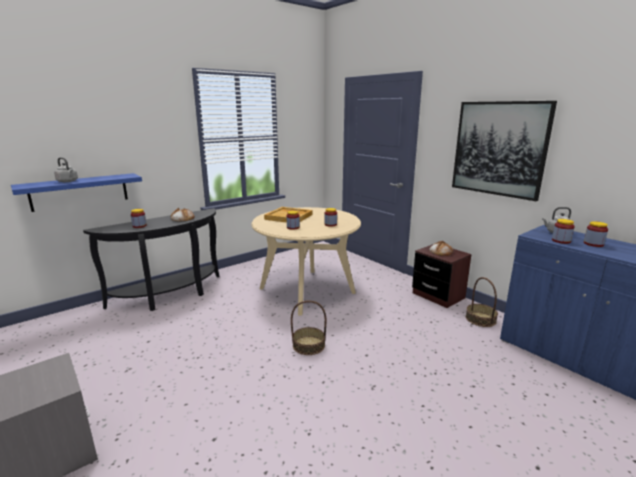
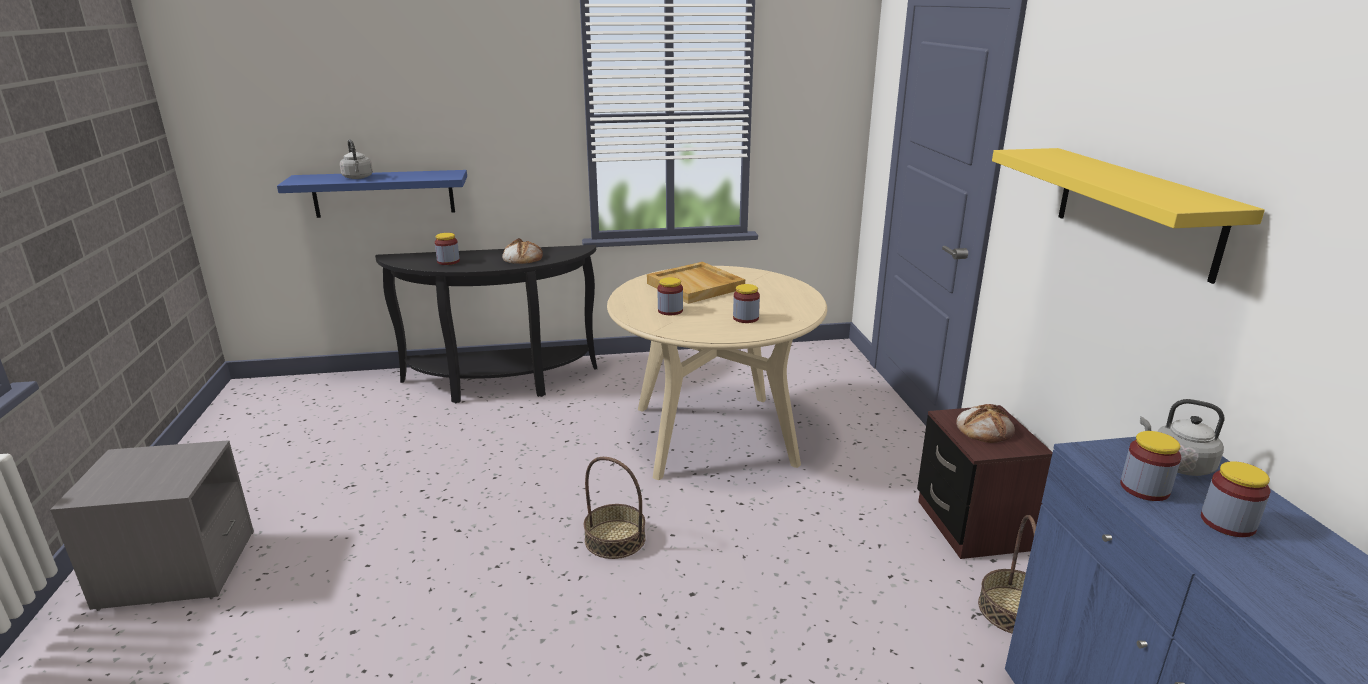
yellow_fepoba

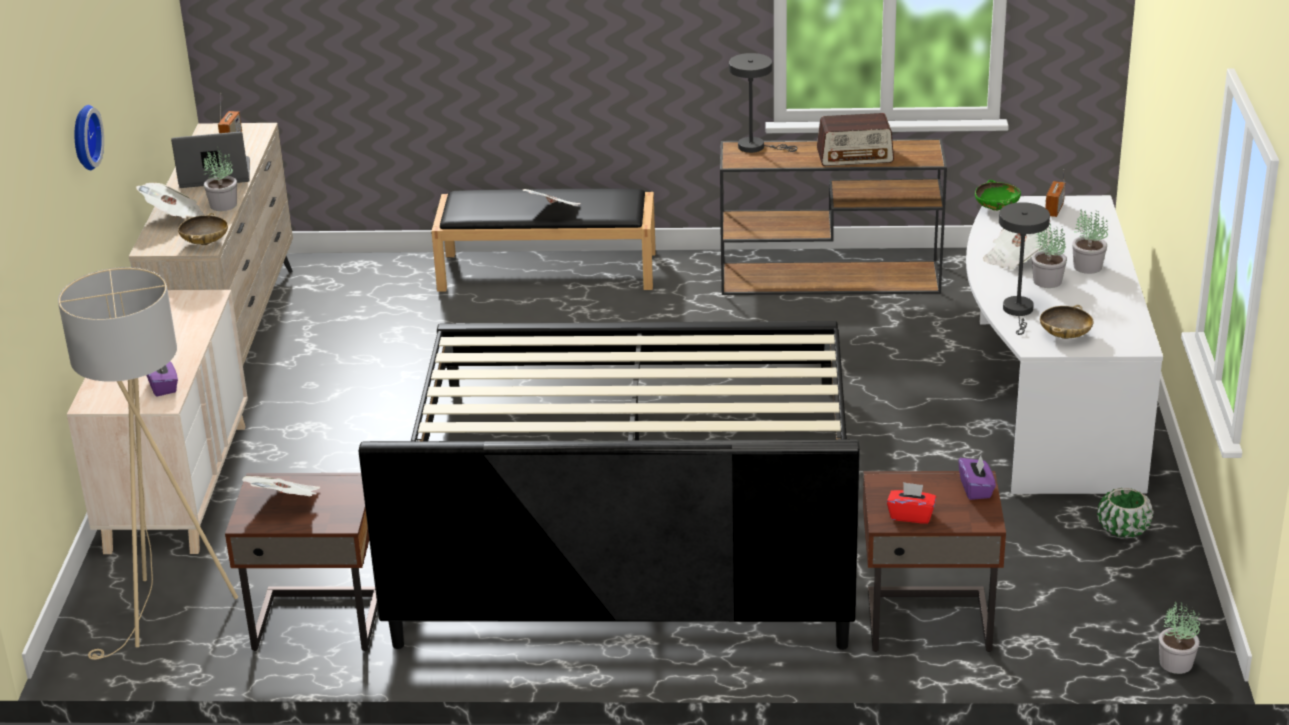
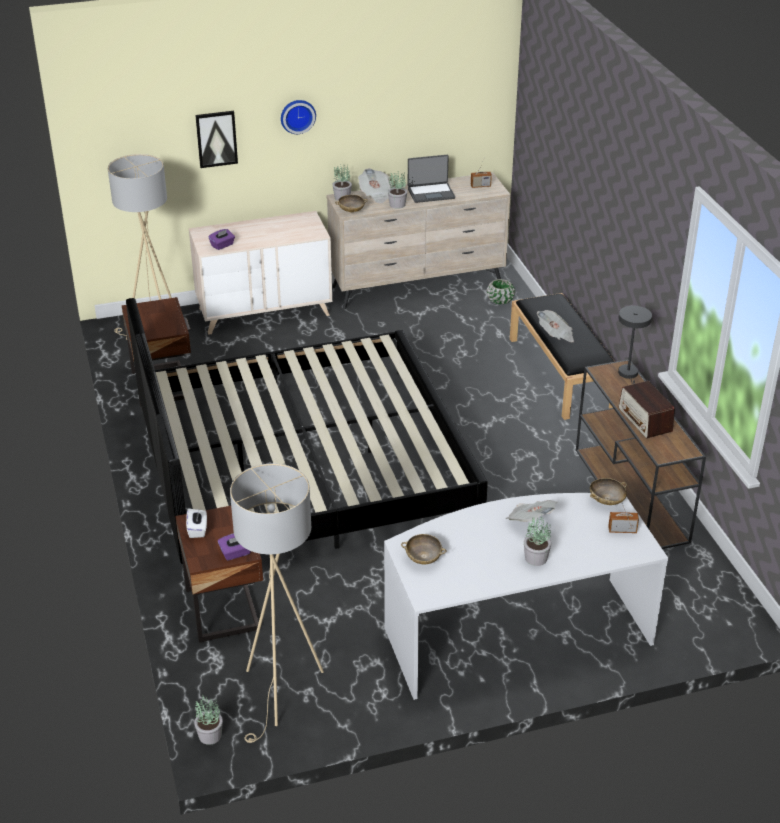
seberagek (2nd from left in the first image)
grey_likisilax (2nd from left in the first image)
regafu
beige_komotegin (2nd from left)
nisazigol (2nd from left)
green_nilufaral
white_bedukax
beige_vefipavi (3rd from left)
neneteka

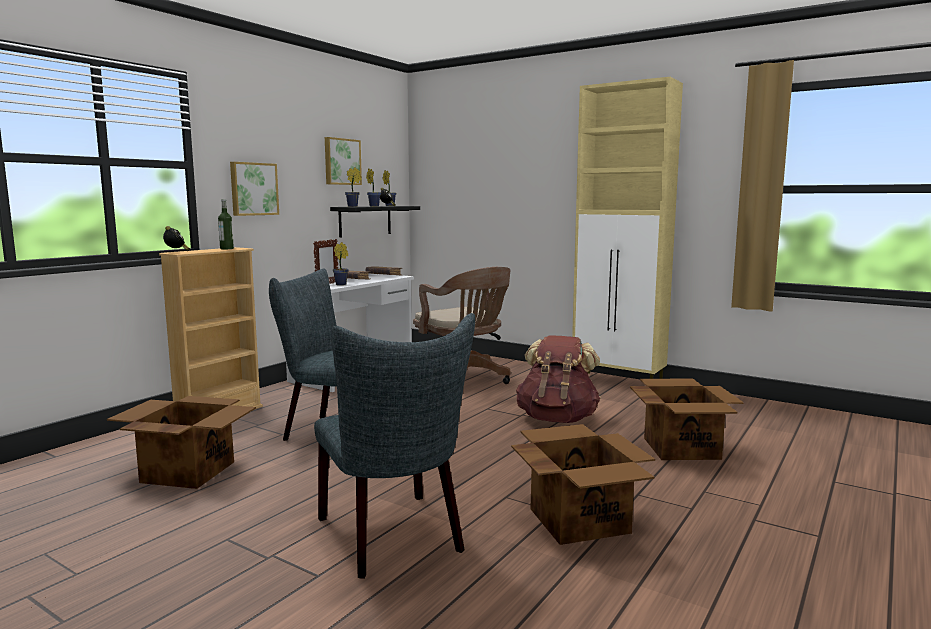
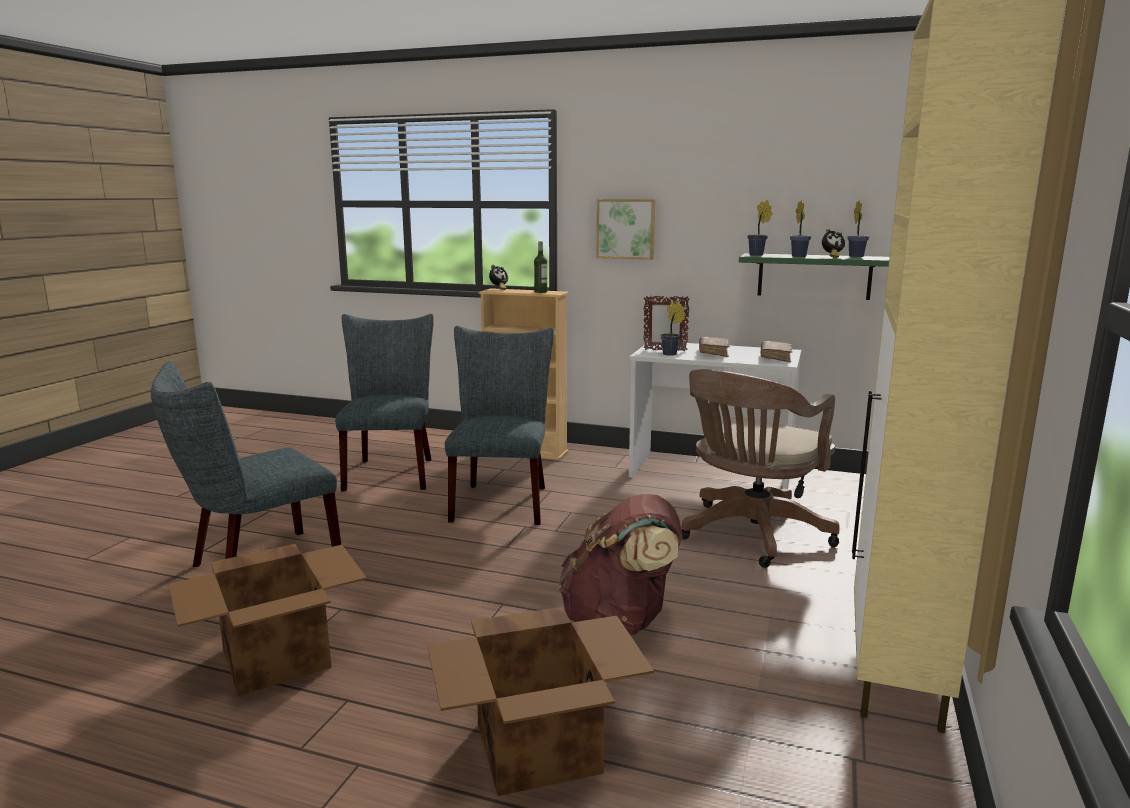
regafu (2nd from left in the first image)
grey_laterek (2nd from left)
green_fepoba

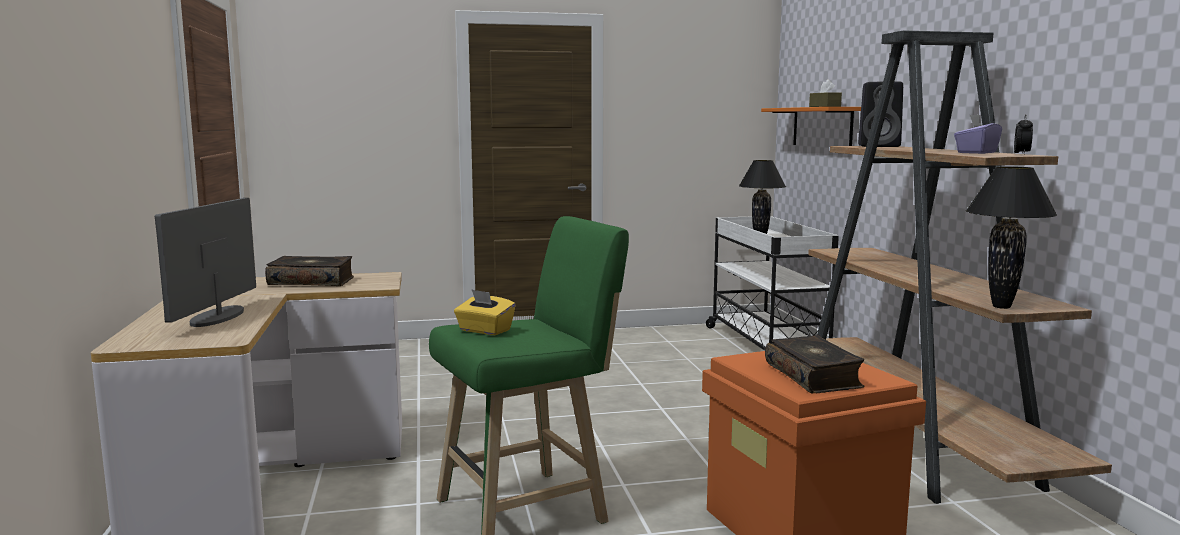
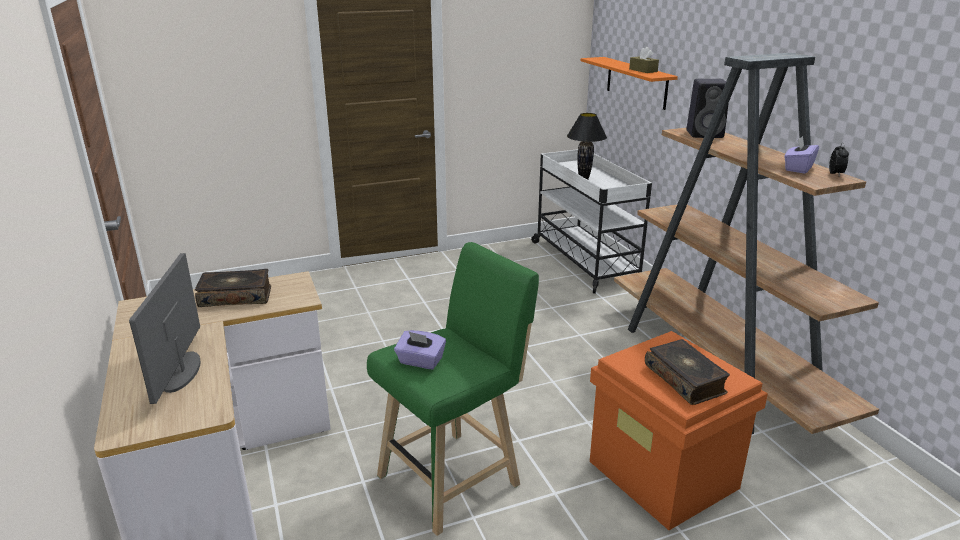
black_likisilax (2nd from left in the first image)
purple_bedukax (1st from left)

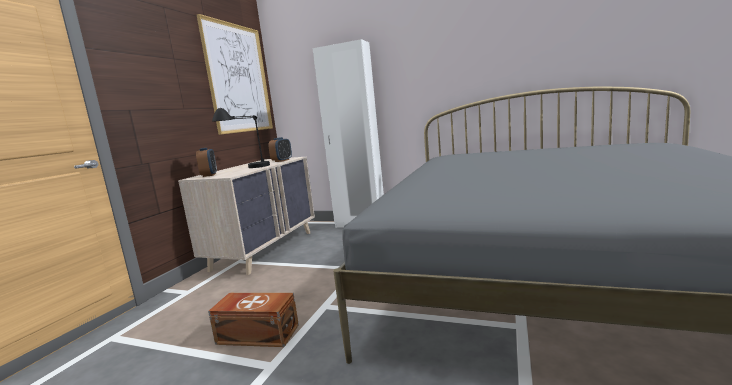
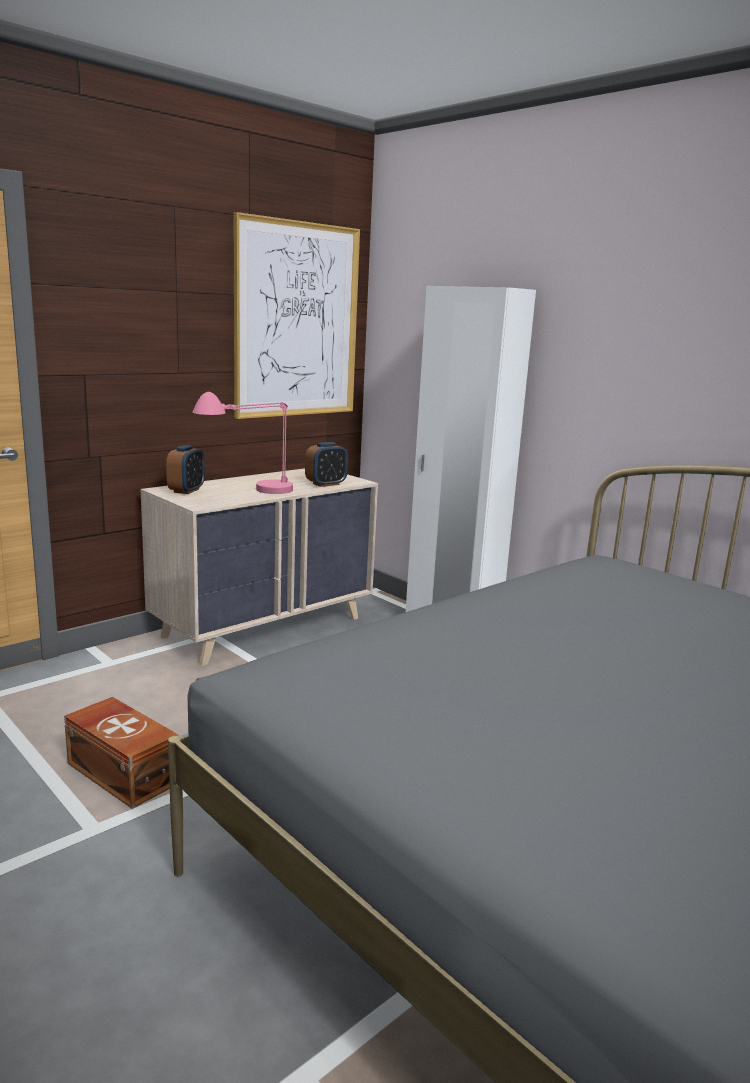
pink_likisilax

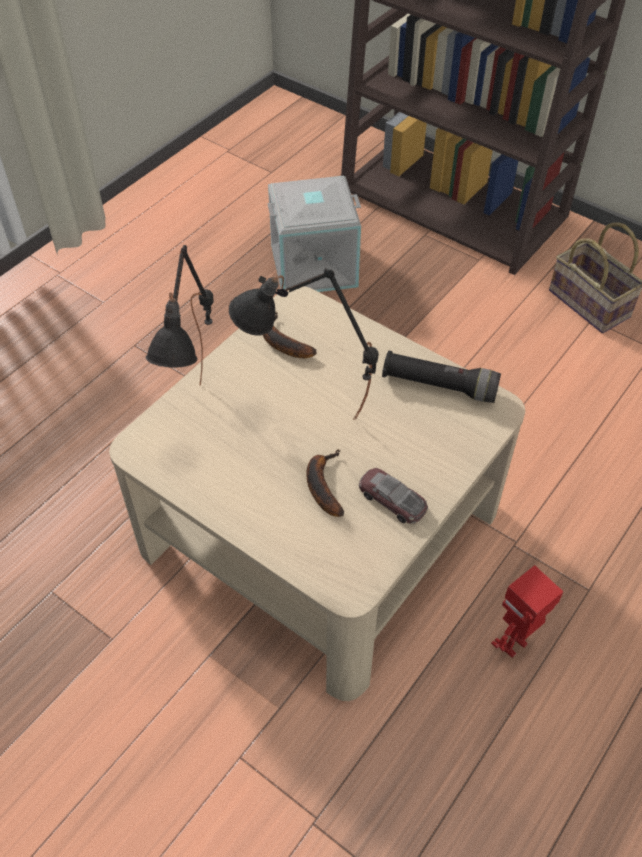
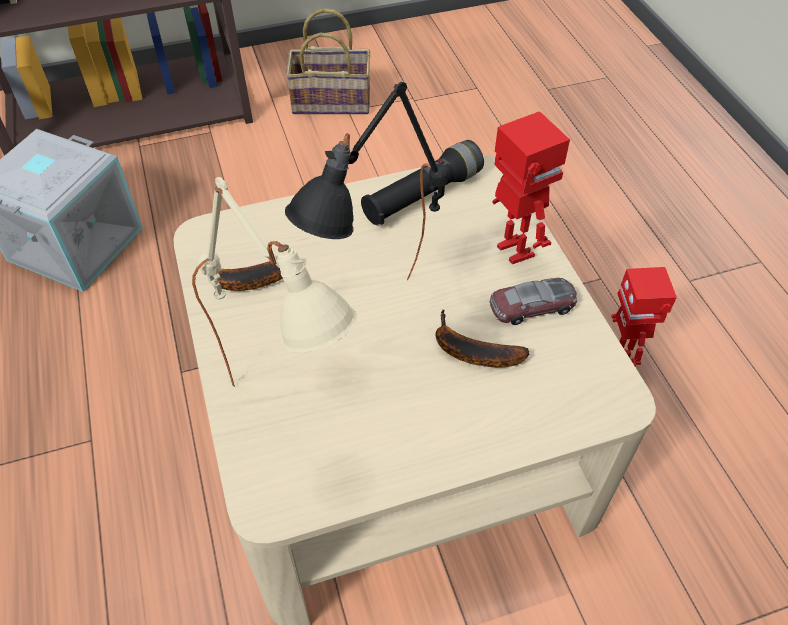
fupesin (1st from left)
beige_likisilax

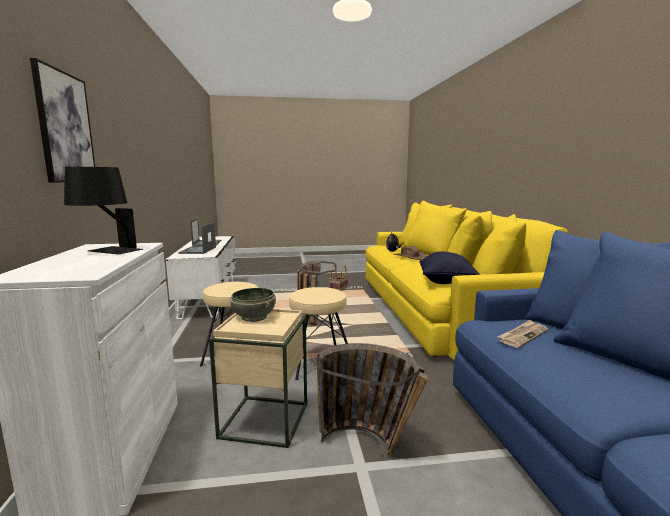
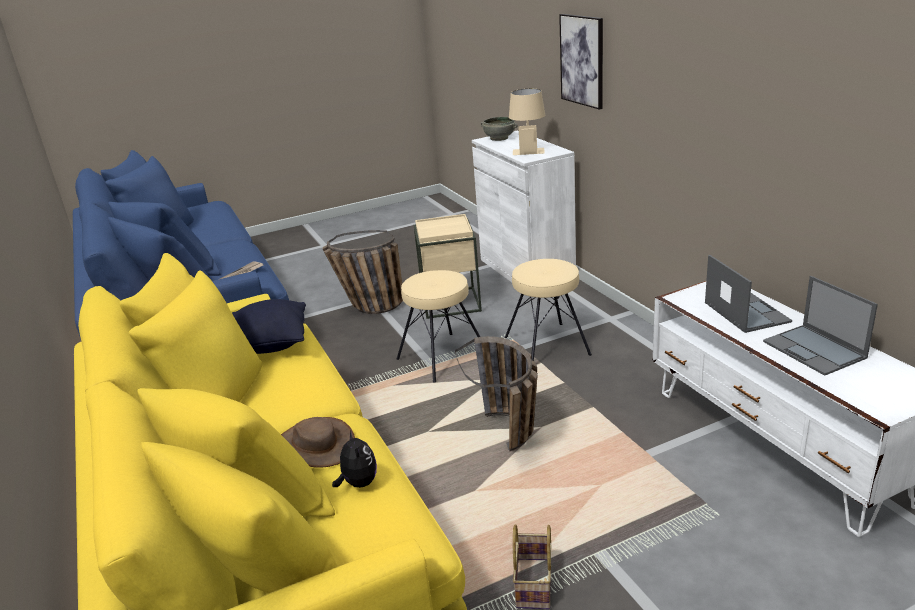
grey_vefipavi
beige_likisilax

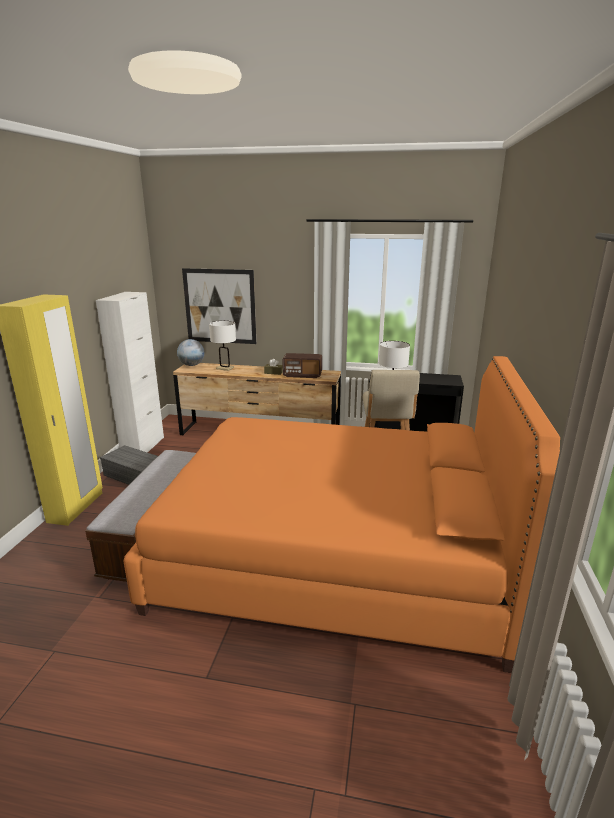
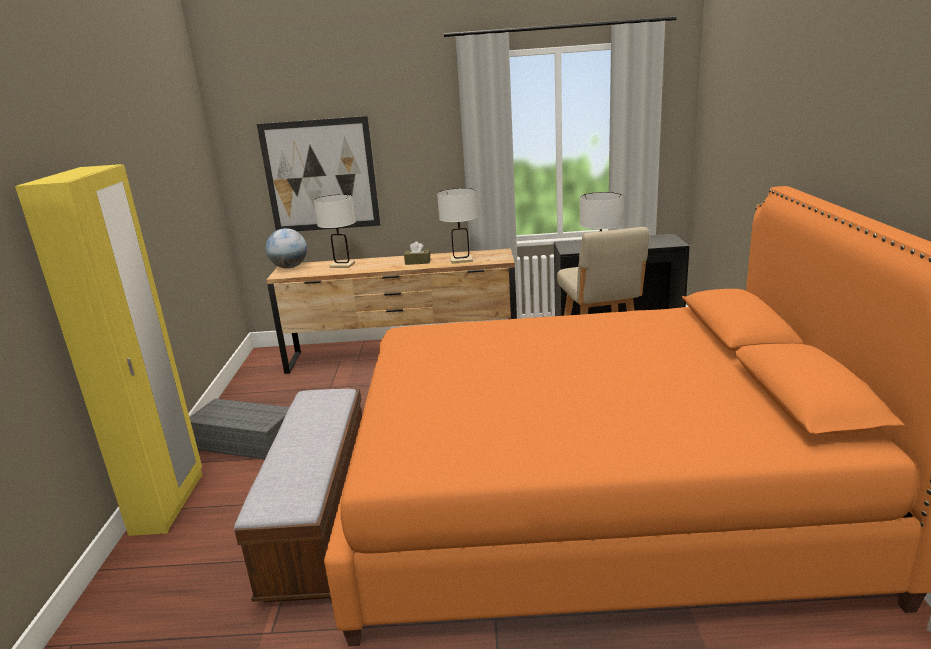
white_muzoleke
white_likisilax (2nd from left)

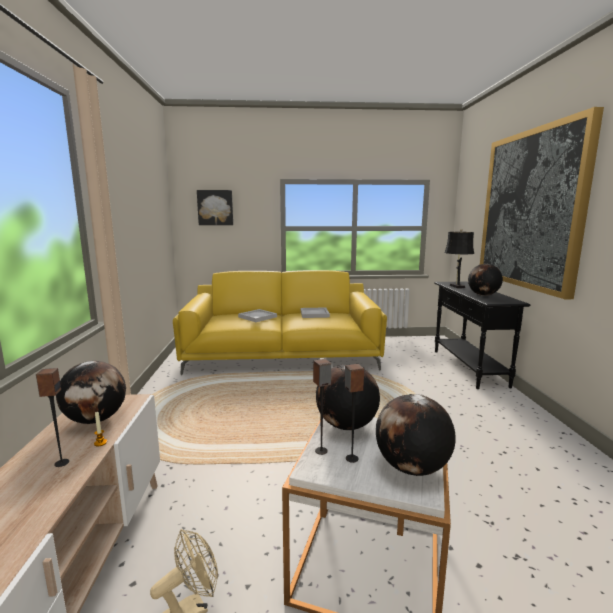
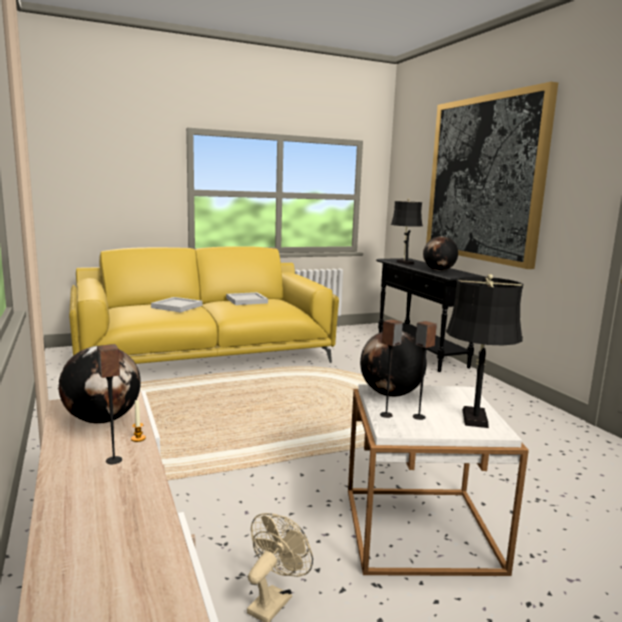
regafu (1st from left in the first image)
black_likisilax (2nd from left)

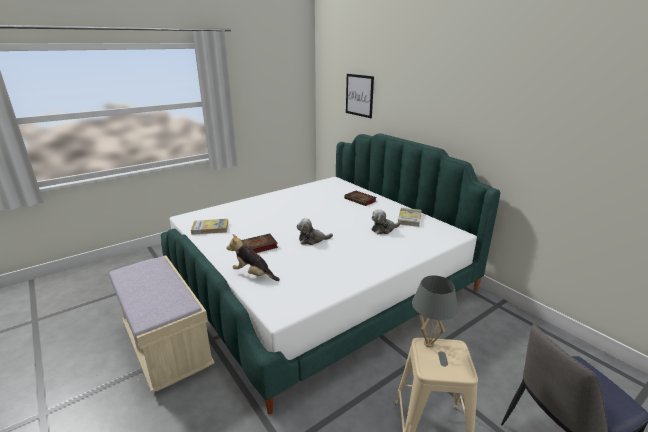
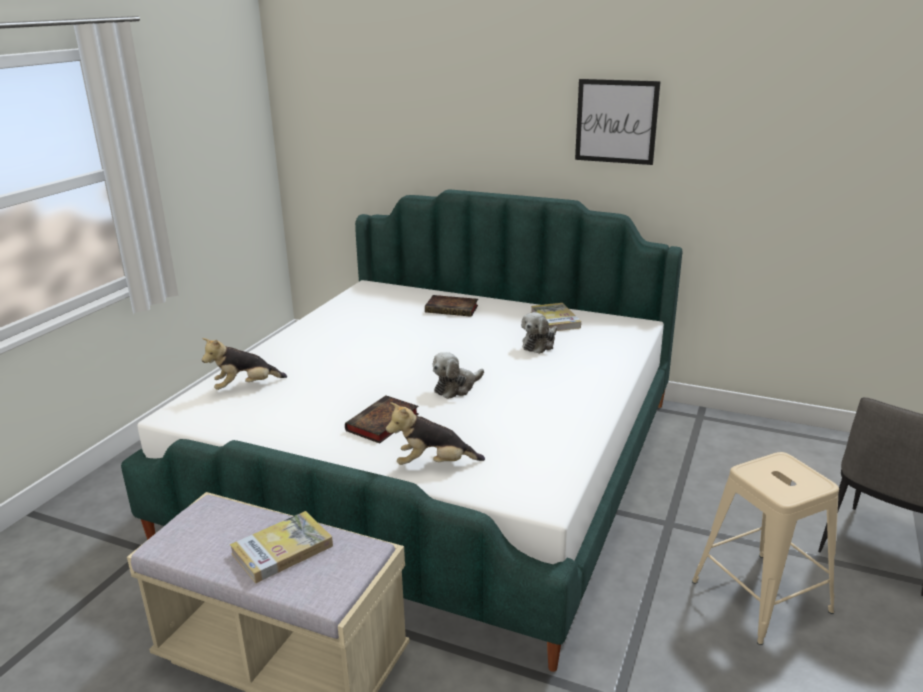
grey_likisilax
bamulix (1st from left)
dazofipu (1st from left)
regafu

